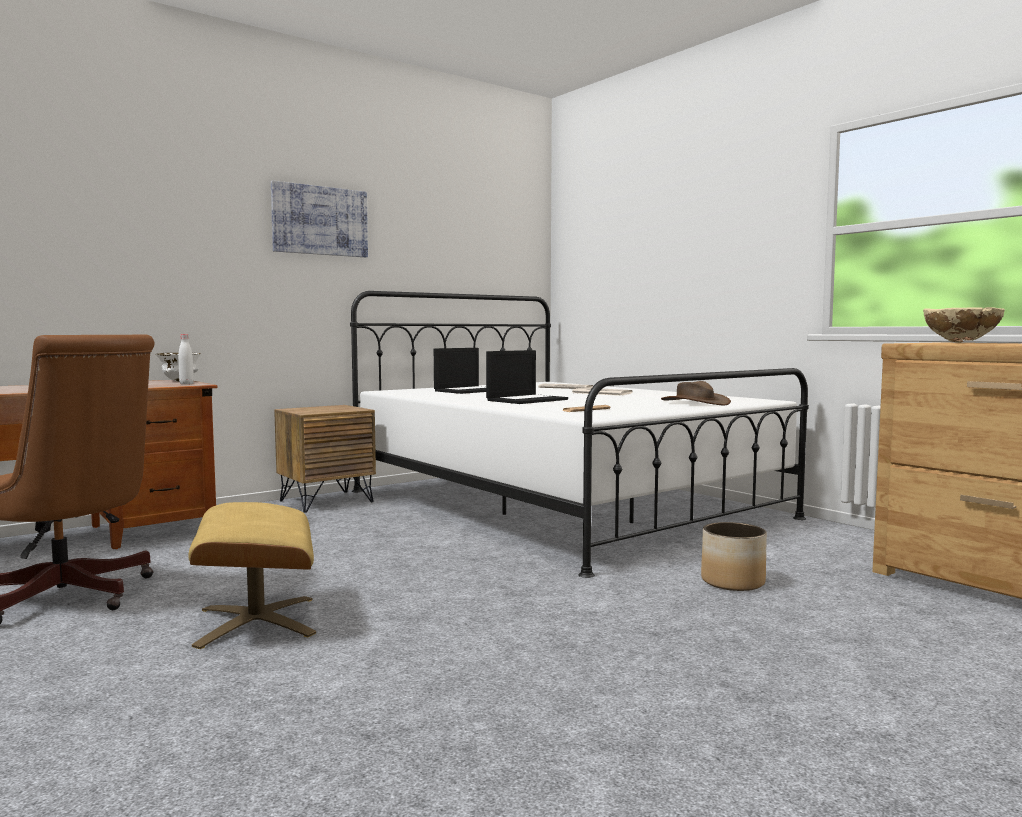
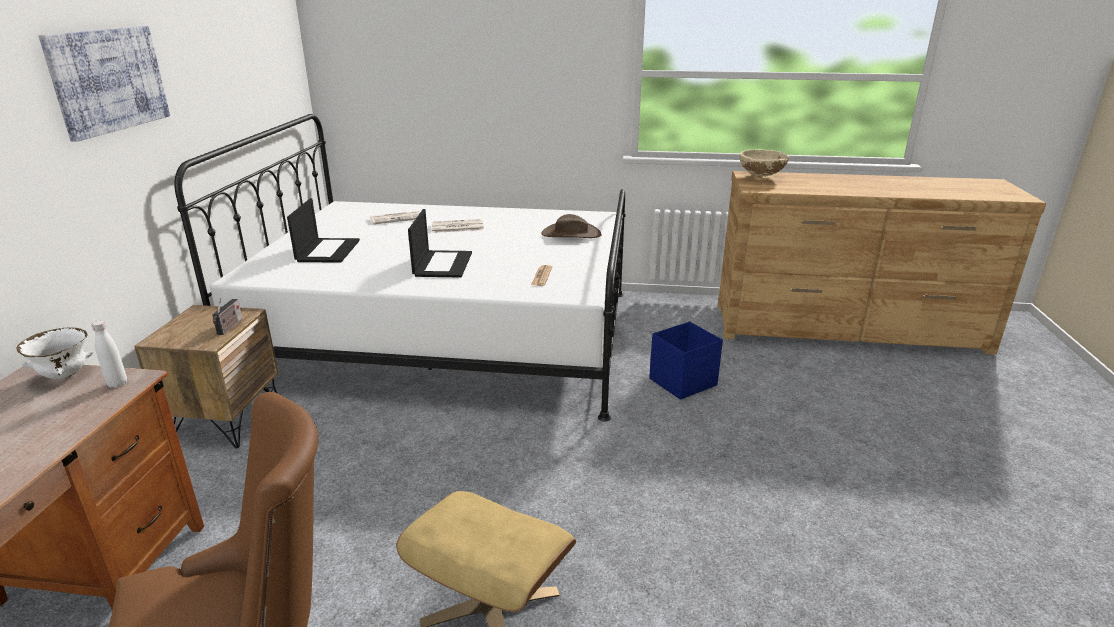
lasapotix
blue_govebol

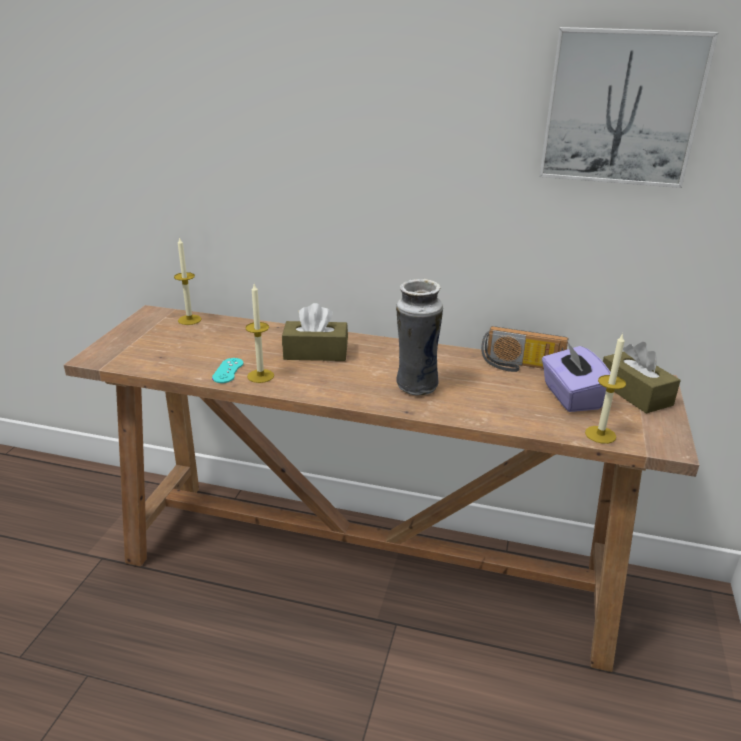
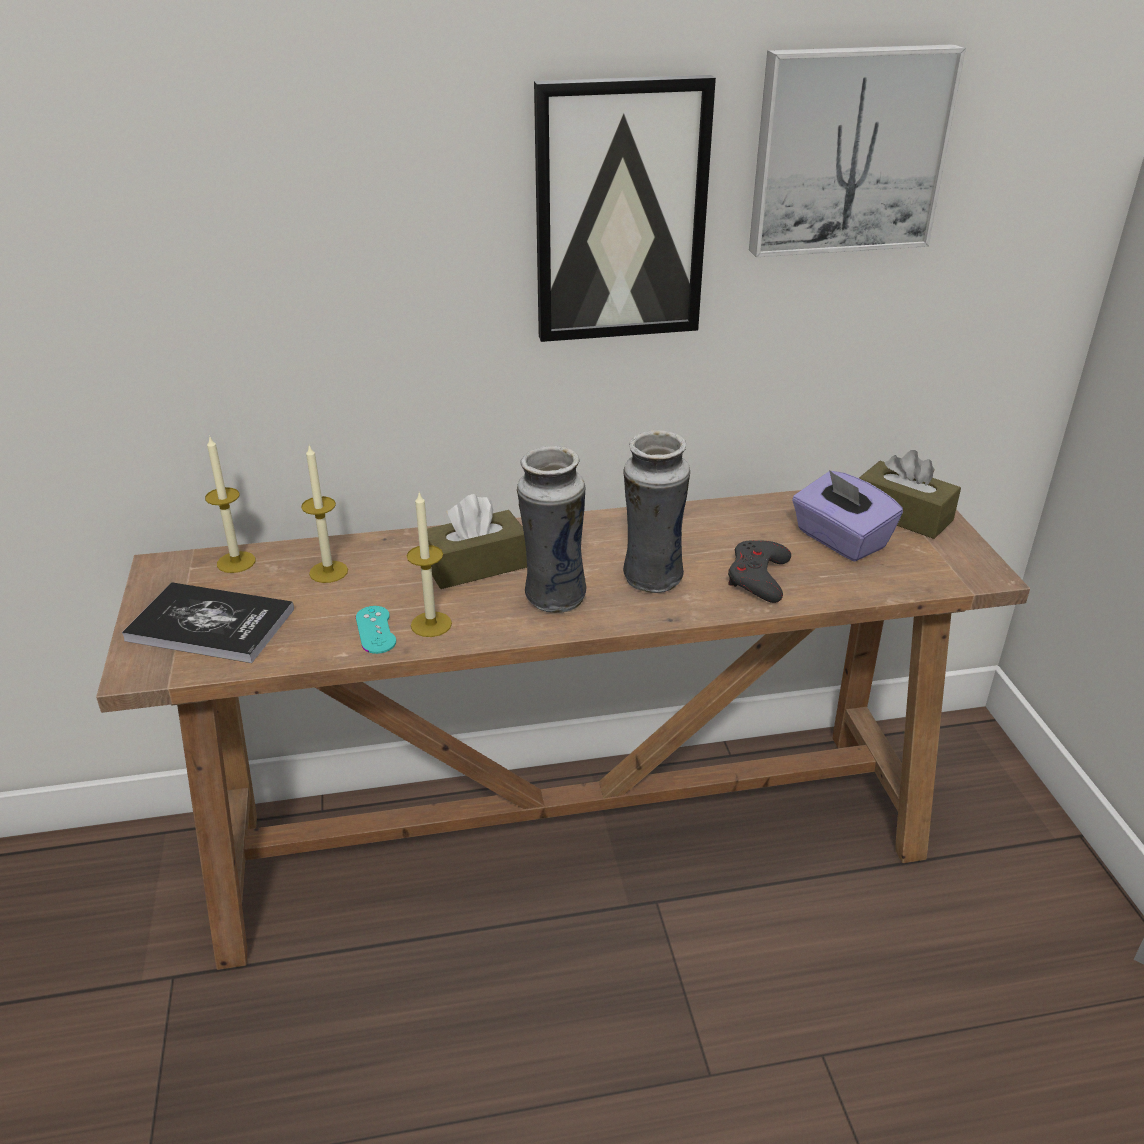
lasapotix
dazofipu
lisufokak (1st from left)
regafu (1st from left)
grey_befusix
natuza (2nd from left)

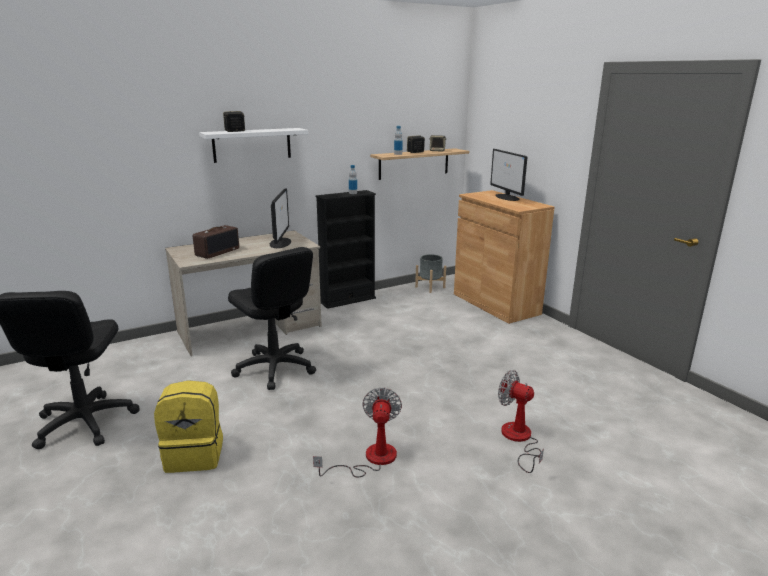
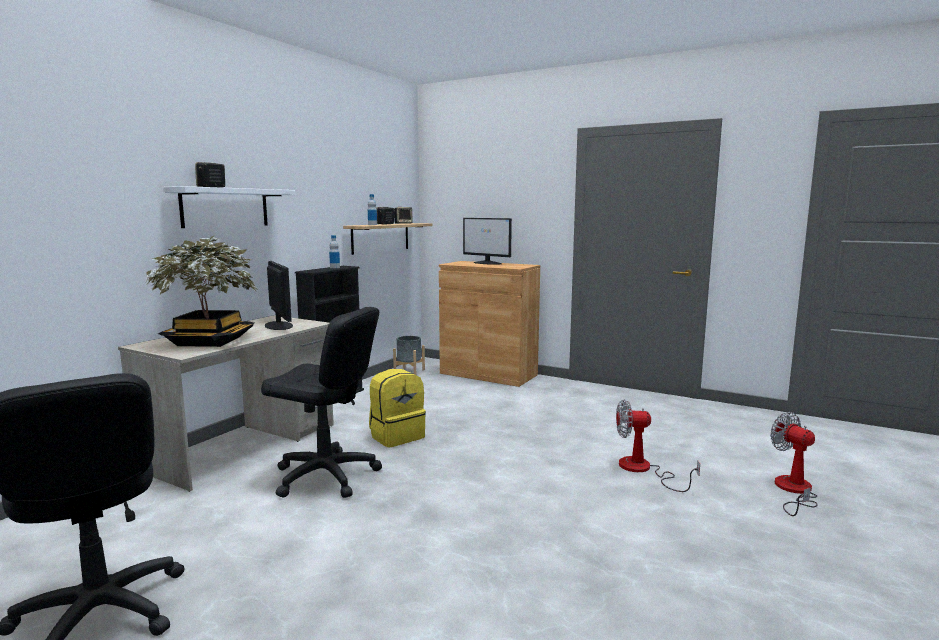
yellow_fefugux
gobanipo (2nd from left)
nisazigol

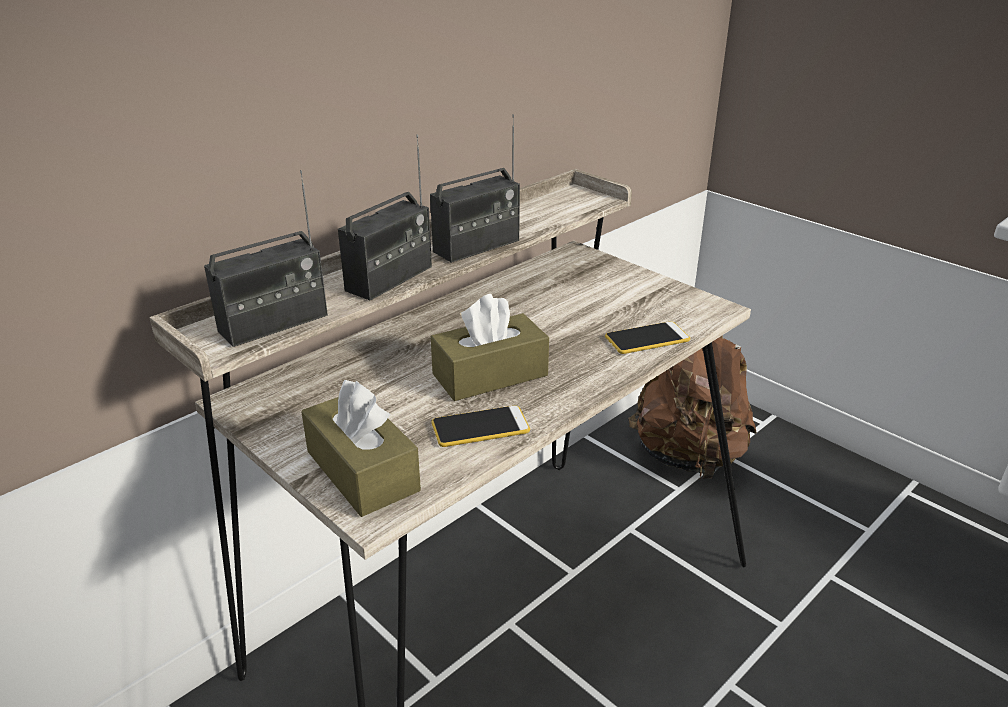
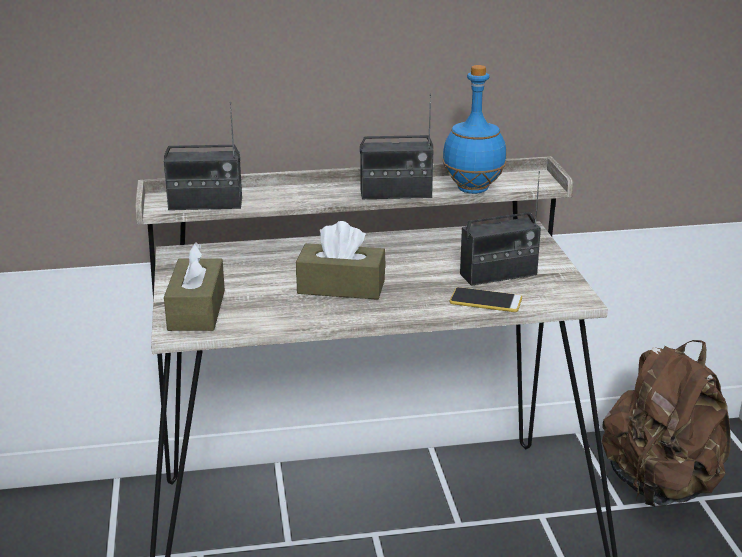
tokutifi (1st from left in the first image)
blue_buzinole
lasapotix (3rd from left)

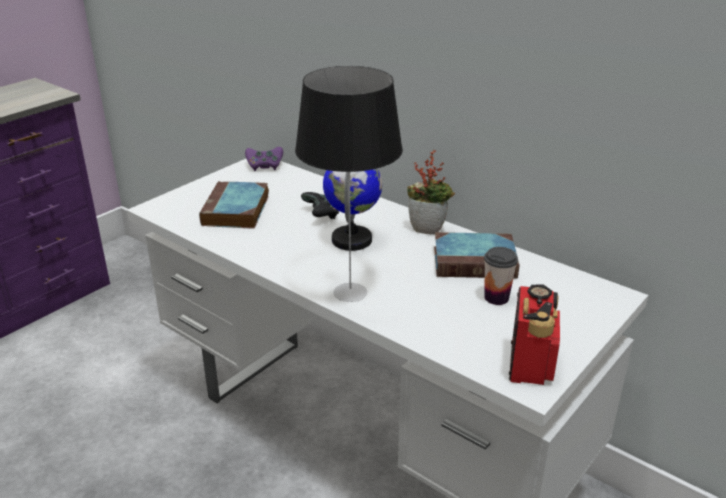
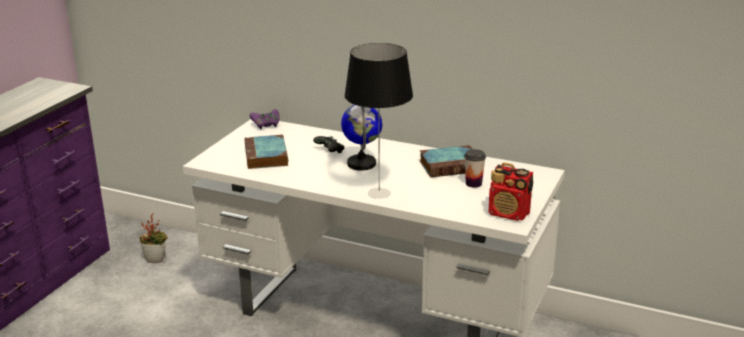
nisazigol
lasapotix

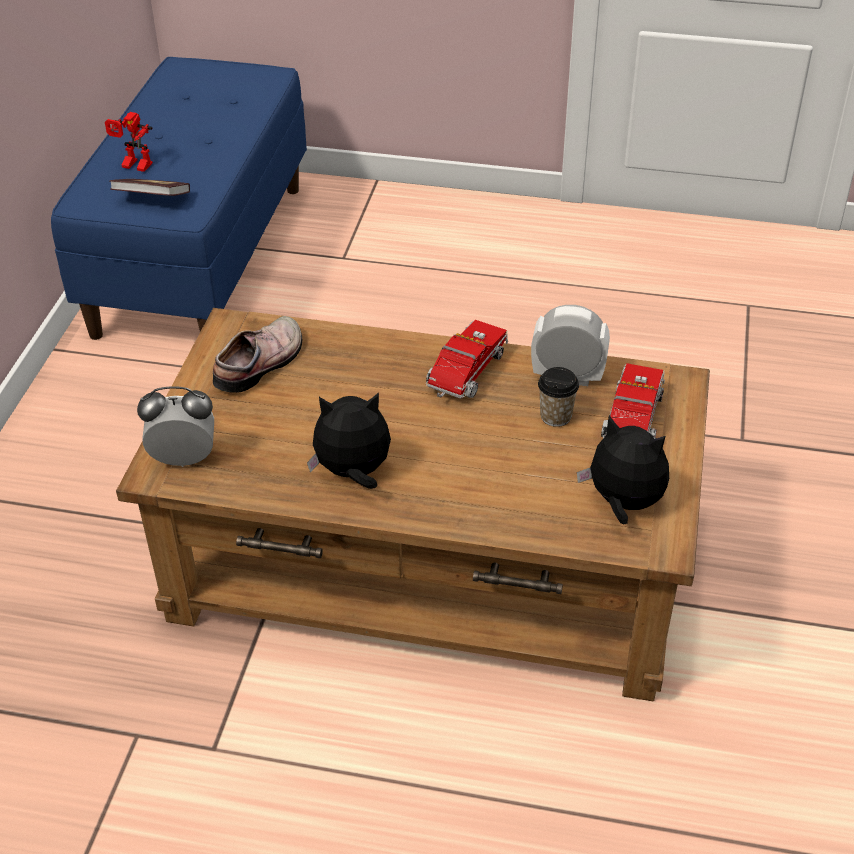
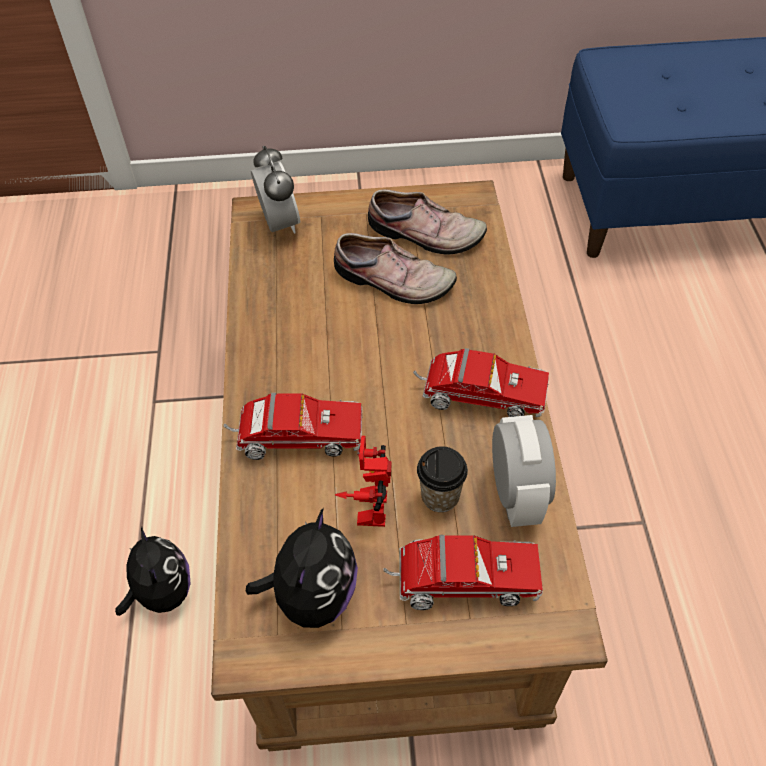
dazofipu
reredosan (1st from left)
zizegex (1st from left)
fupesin
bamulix (1st from left)

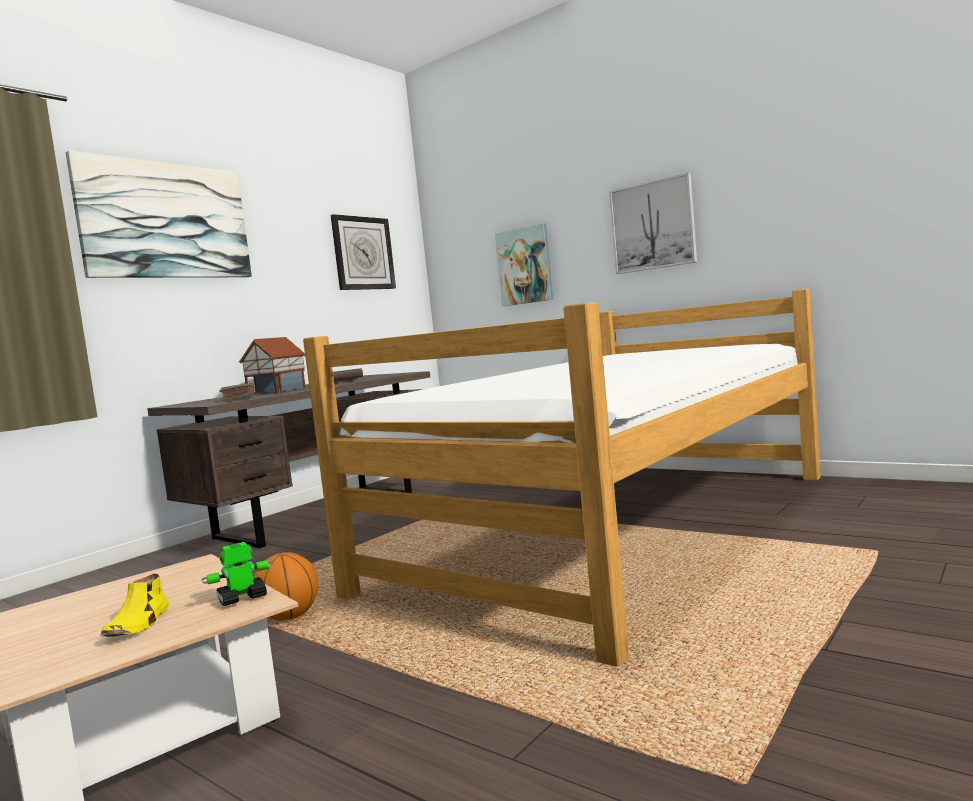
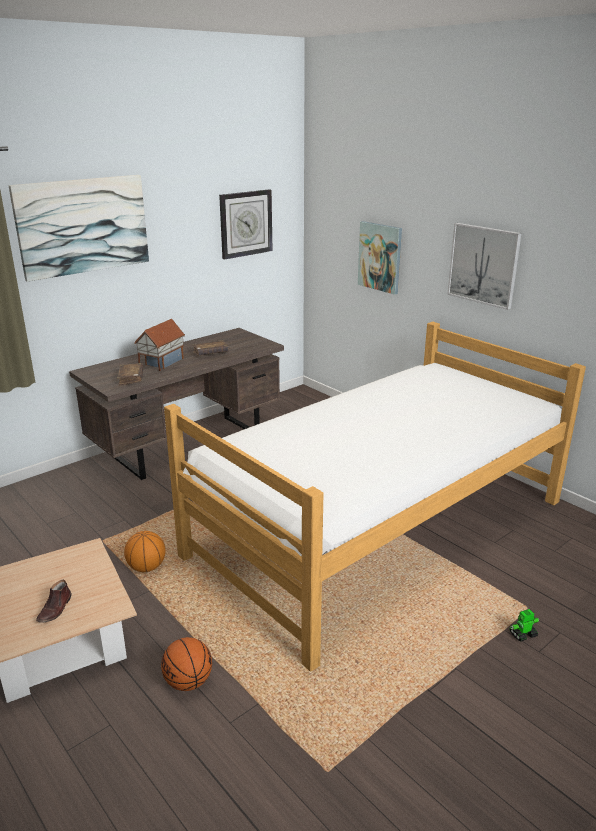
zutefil (2nd from left)
fupesin
brown_zizegex

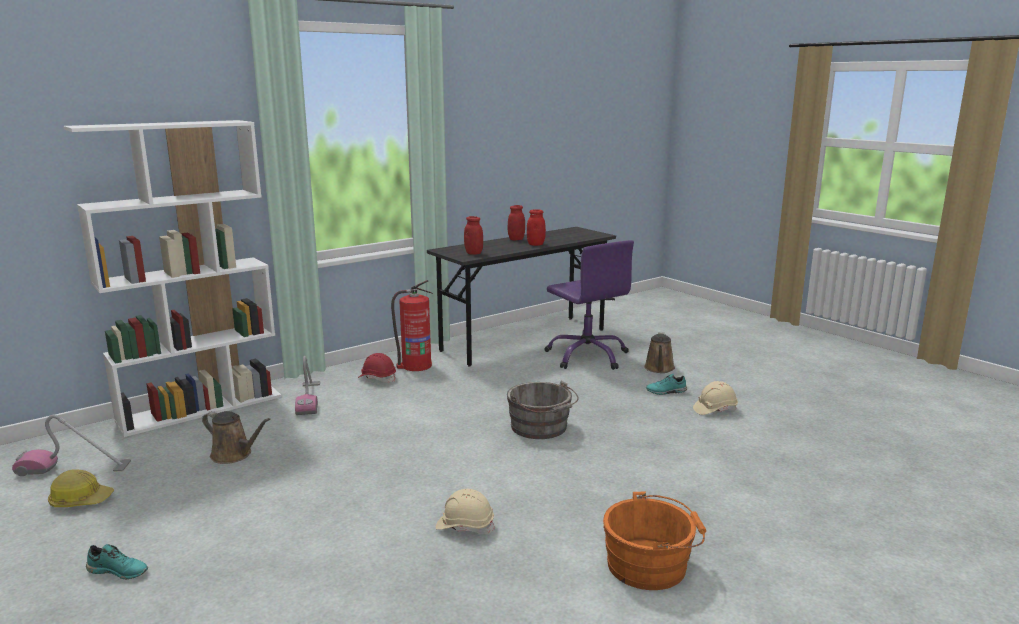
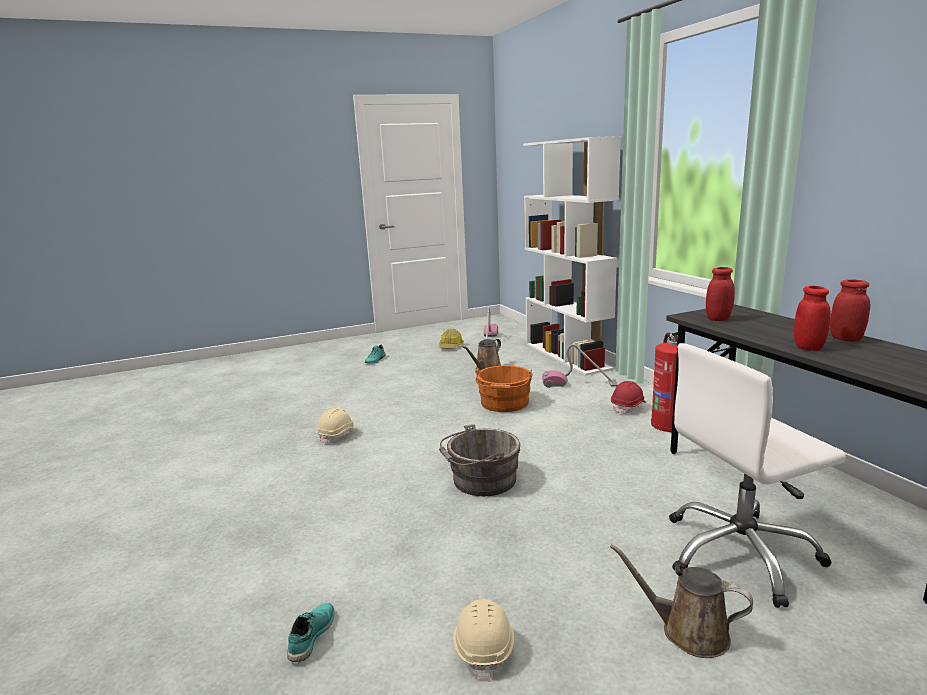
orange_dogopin
turquoise_zizegex (1st from left)
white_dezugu

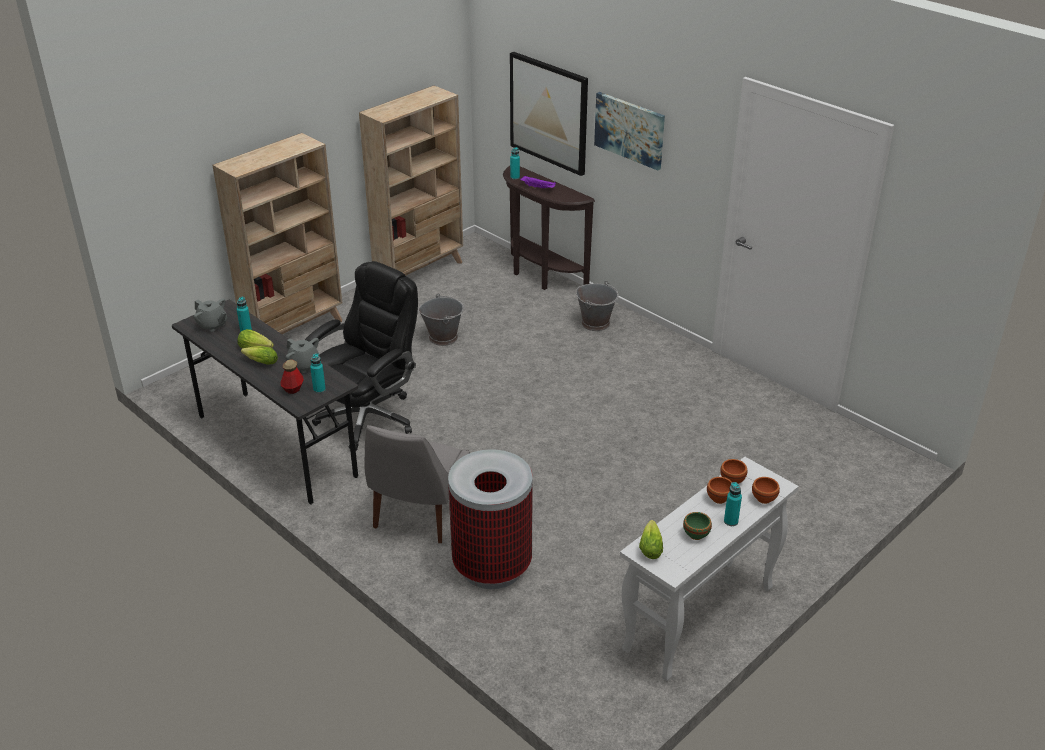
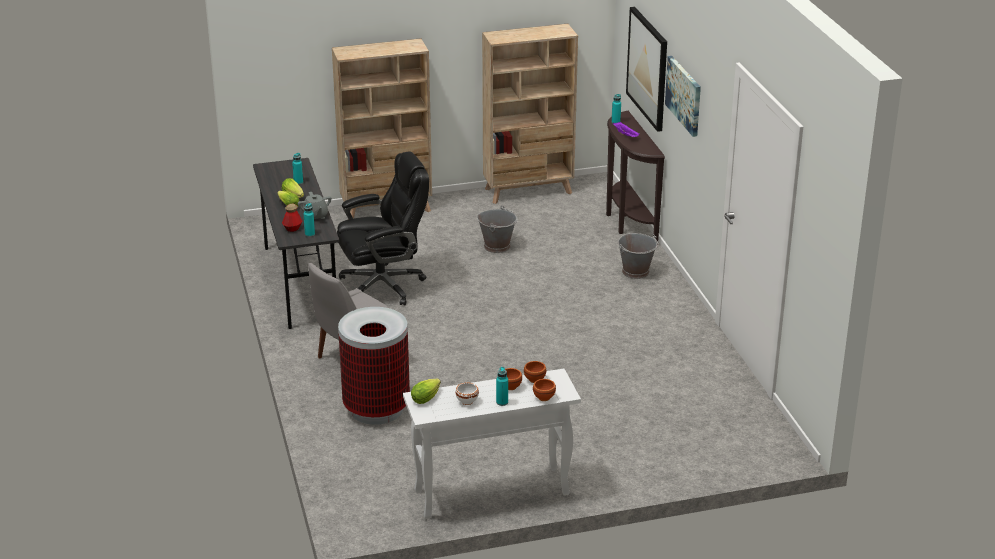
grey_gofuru (1st from left in the first image)
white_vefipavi

